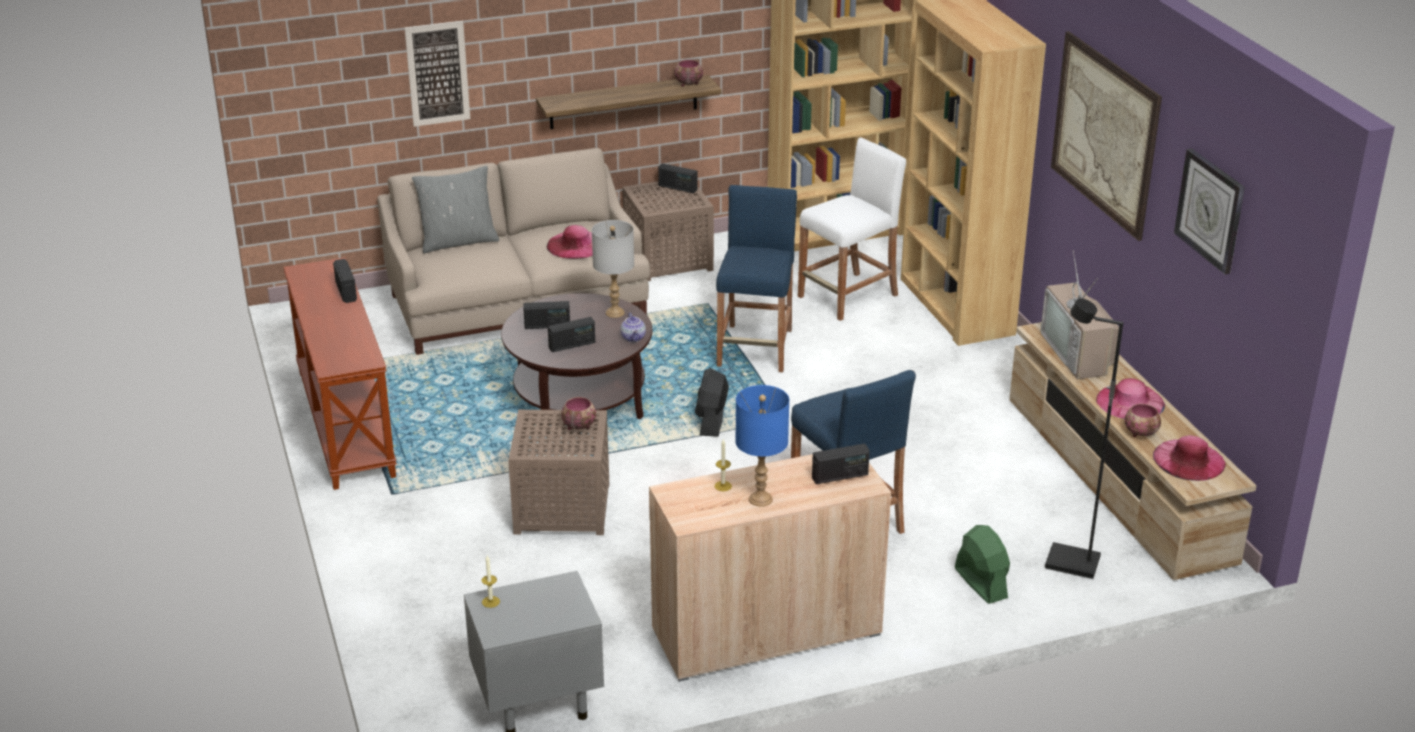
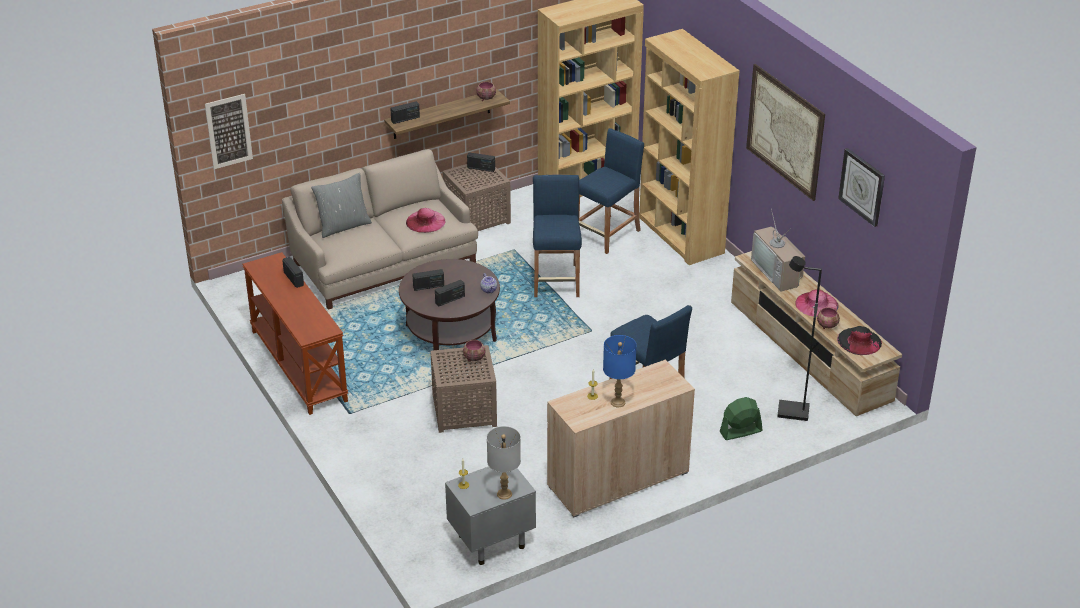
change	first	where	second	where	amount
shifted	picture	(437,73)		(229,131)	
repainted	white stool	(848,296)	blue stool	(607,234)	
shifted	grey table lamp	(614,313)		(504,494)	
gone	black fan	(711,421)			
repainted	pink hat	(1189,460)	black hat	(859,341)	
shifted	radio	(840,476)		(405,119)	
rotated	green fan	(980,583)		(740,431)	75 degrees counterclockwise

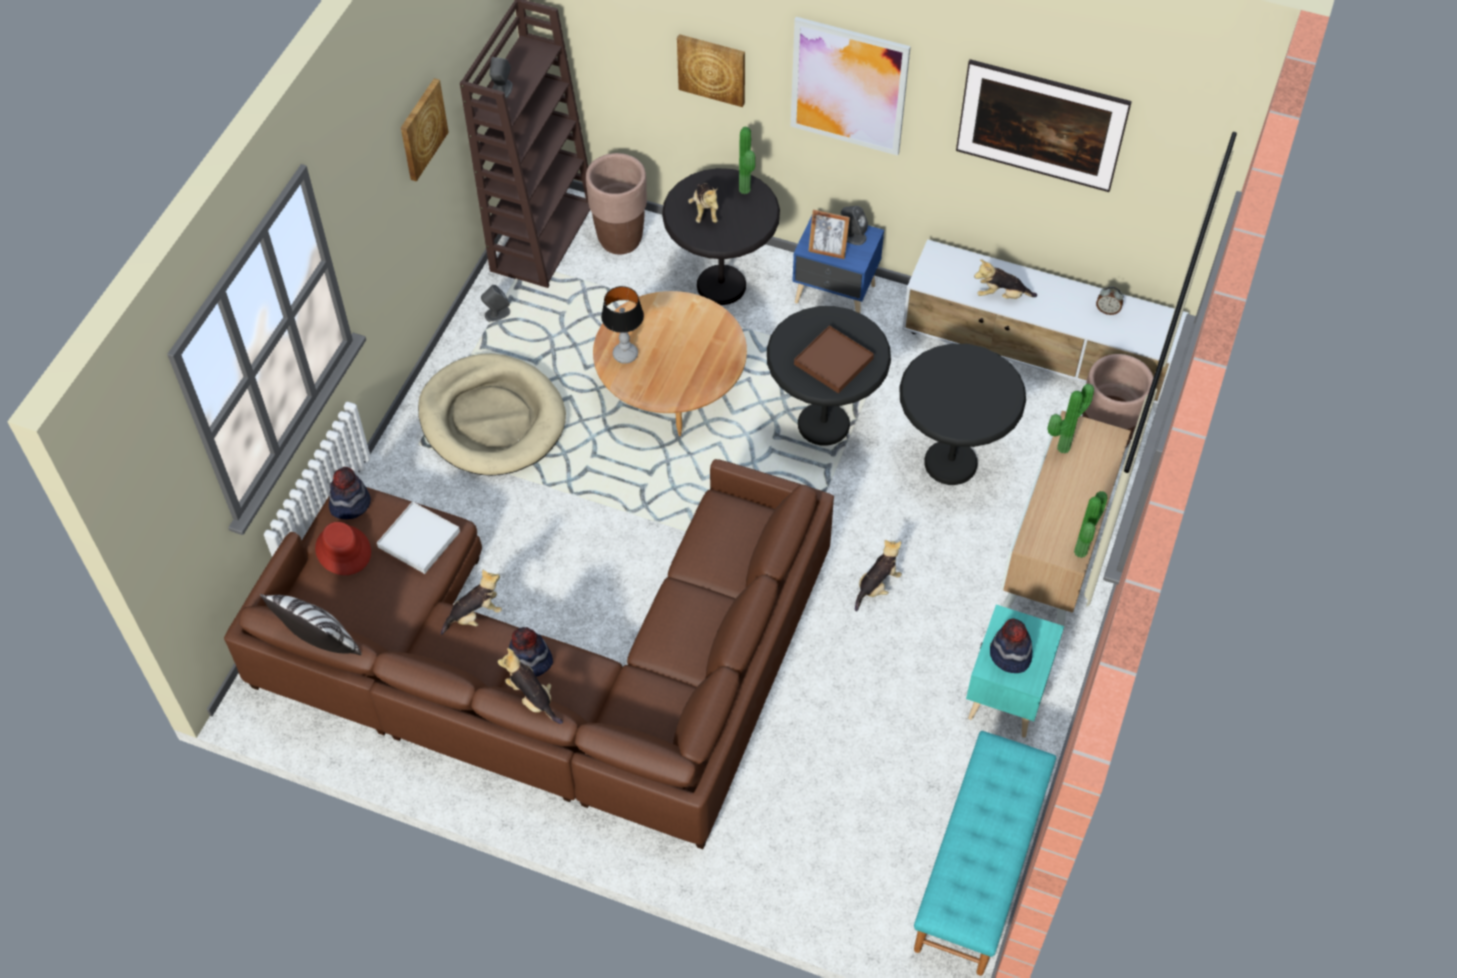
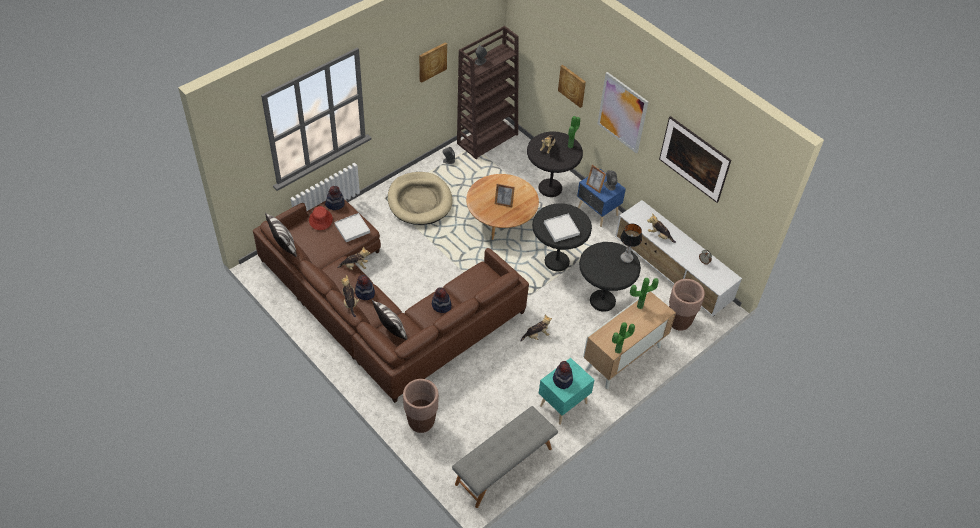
change	first	where	second	where	amount
shifted	brown planter	(620,240)		(421,422)	
shifted	table lamp	(626,355)		(626,258)	
repainted	brown tray	(833,362)	white tray	(561,229)	
repainted	turquoise bench	(979,869)	grey bench	(504,466)	
new			picture frame	(503,203)	
new			hat	(441,306)	
new			pillow	(391,330)	

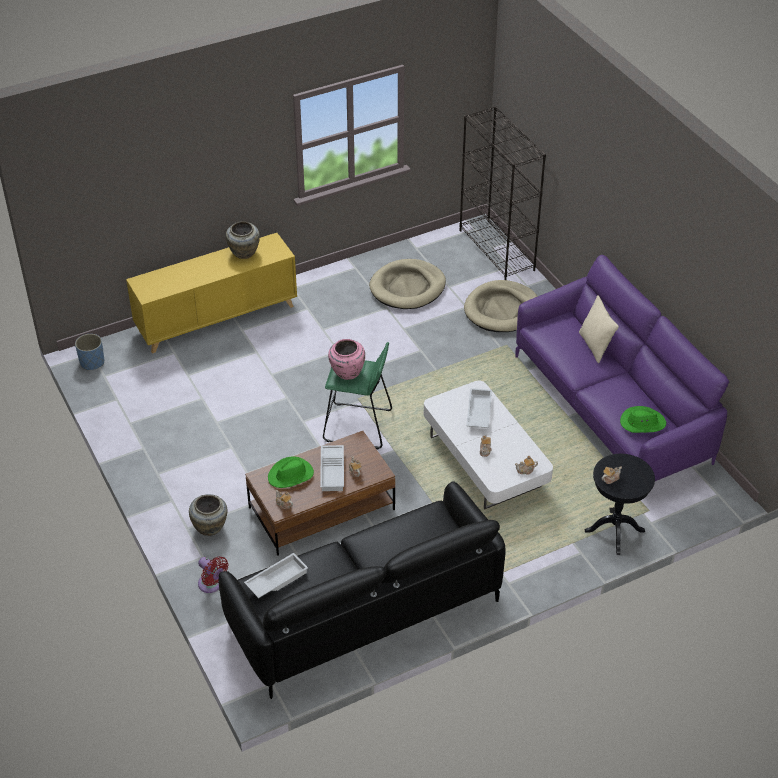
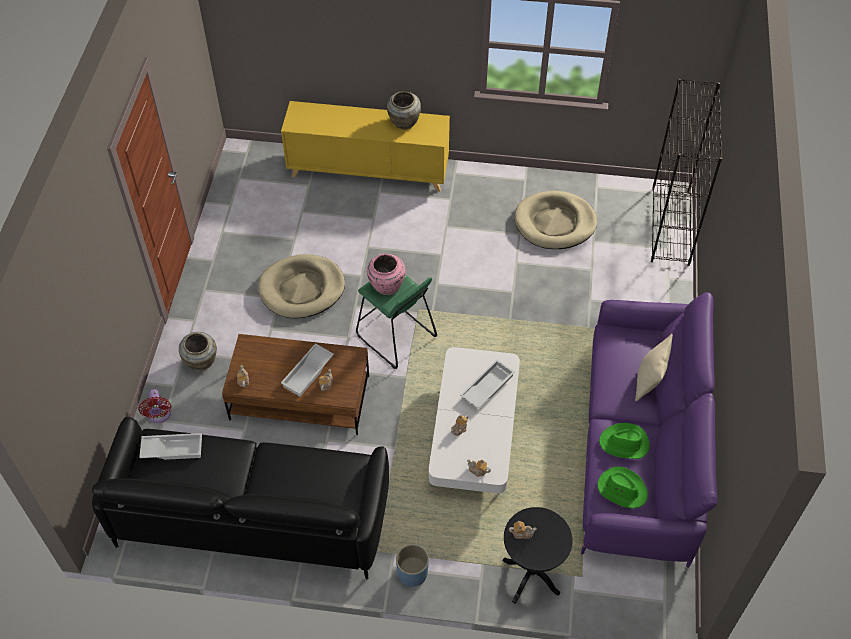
change	first	where	second	where	amount
shifted	beige dog bed	(501,309)		(302,289)	
shifted	blue planter	(92,362)		(412,573)	
shifted	green hat	(291,475)		(624,443)	

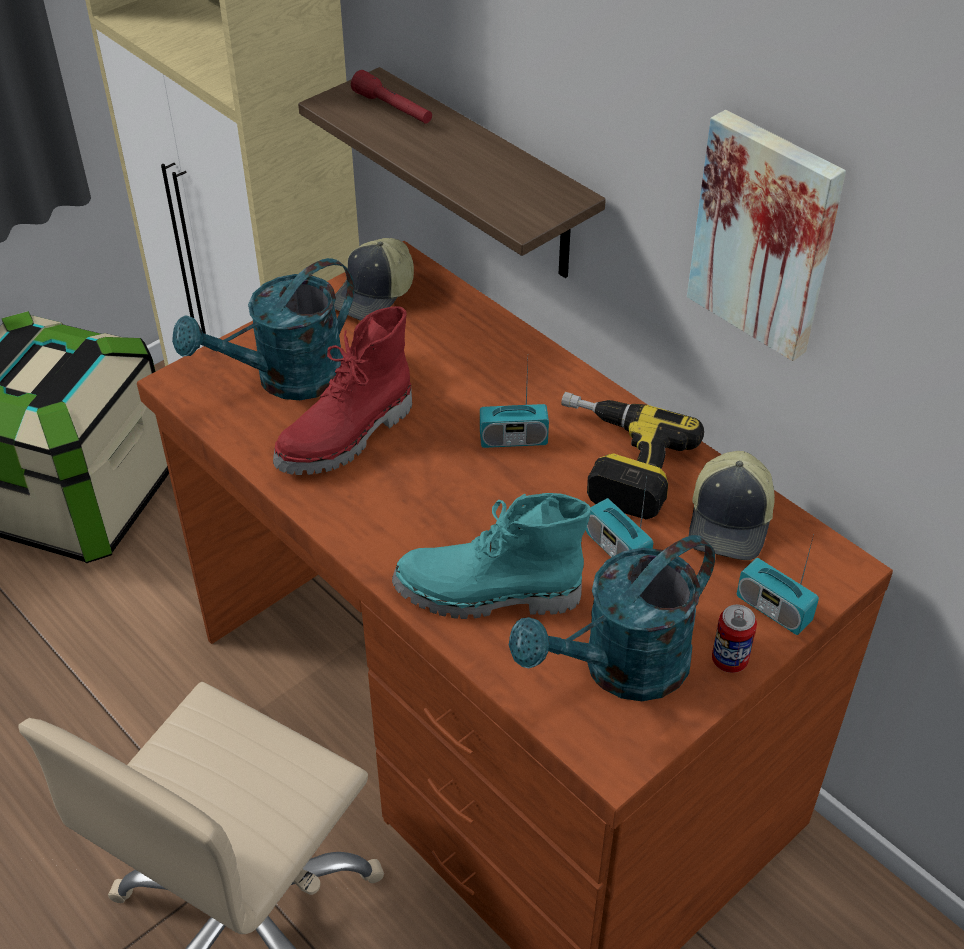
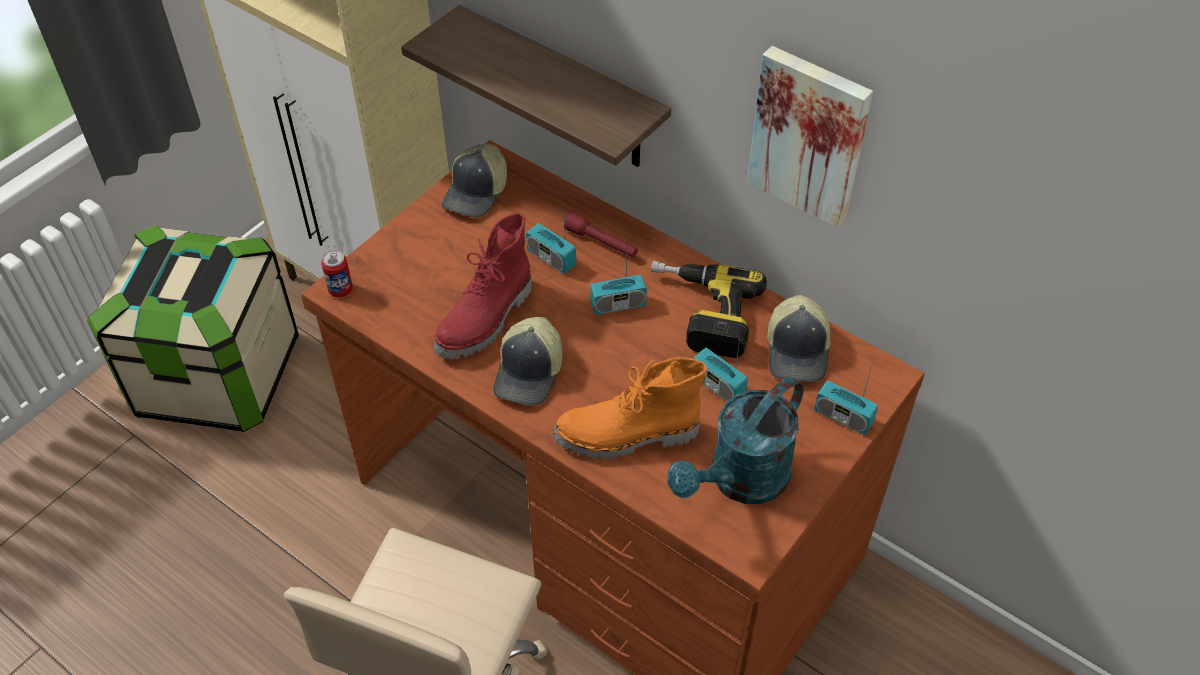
change	first	where	second	where	amount
shifted	red flashlight	(393,109)		(601,243)	
gone	turquoise watering can	(286,380)			
repainted	turquoise boot	(487,596)	orange boot	(627,437)	
shifted	can	(729,660)		(340,290)	
new			radio	(551,258)	
new			cap	(530,372)	

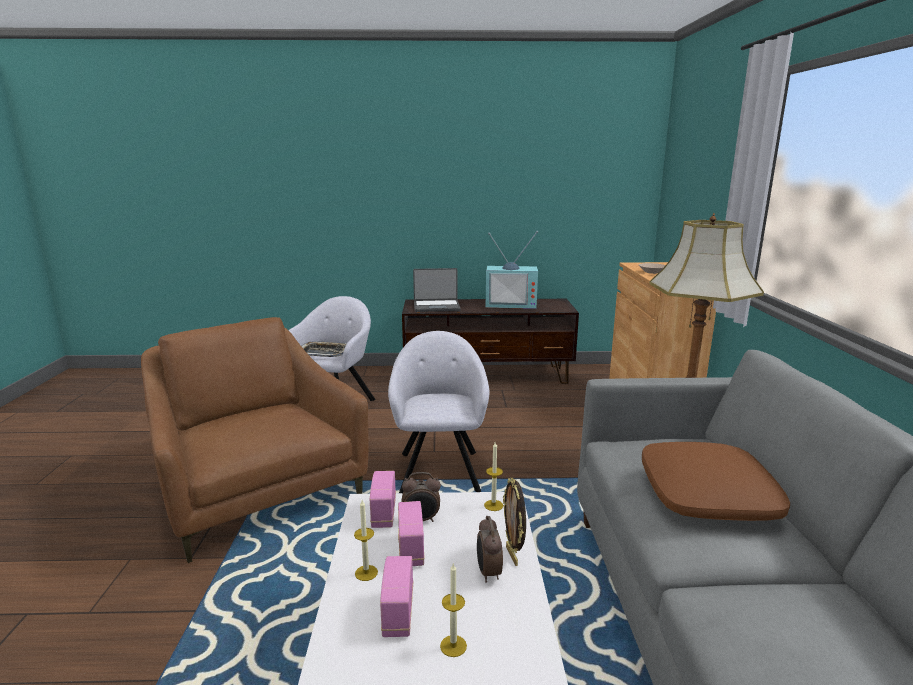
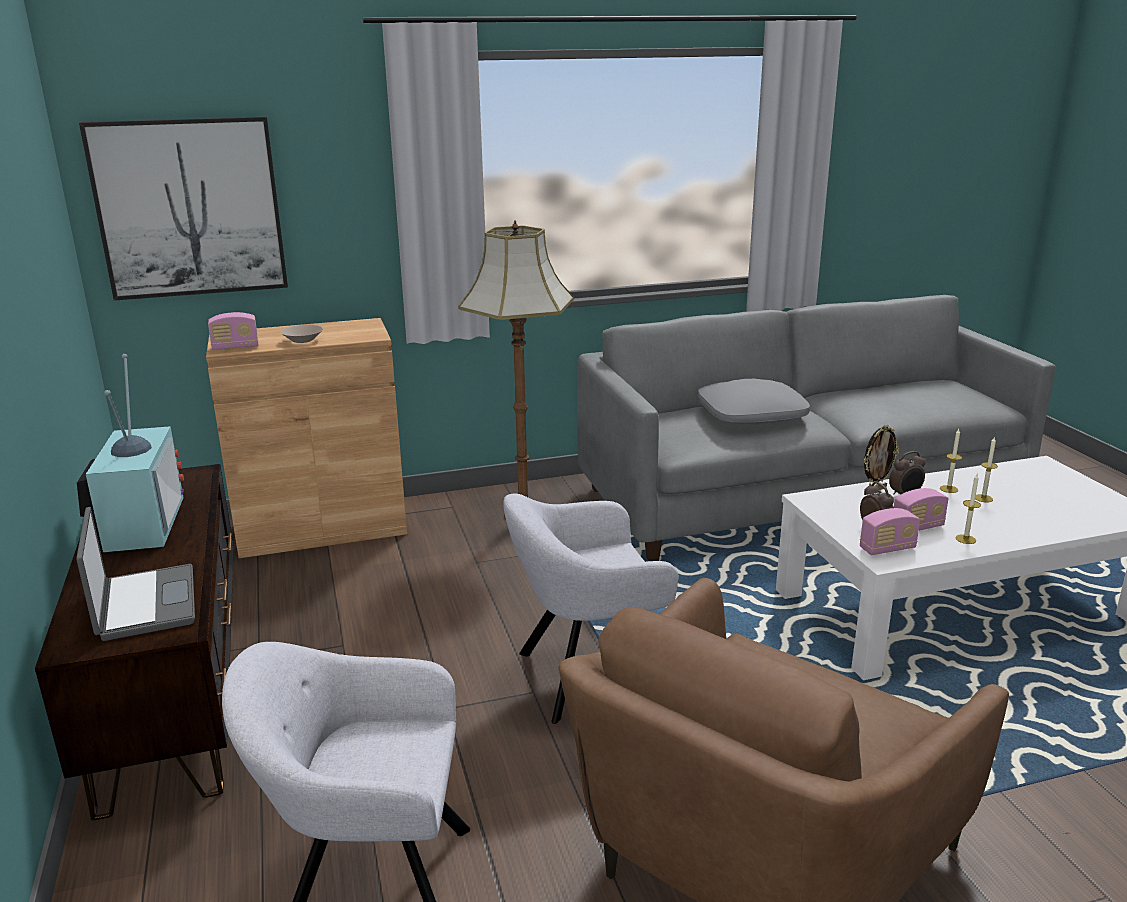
change	first	where	second	where	amount
gone	tray	(323,353)			
shifted	candle	(493,505)		(948,489)	
repainted	brown pillow	(708,495)	grey pillow	(751,415)	
shifted	radio	(398,613)		(235,347)	
new			picture	(189,208)	

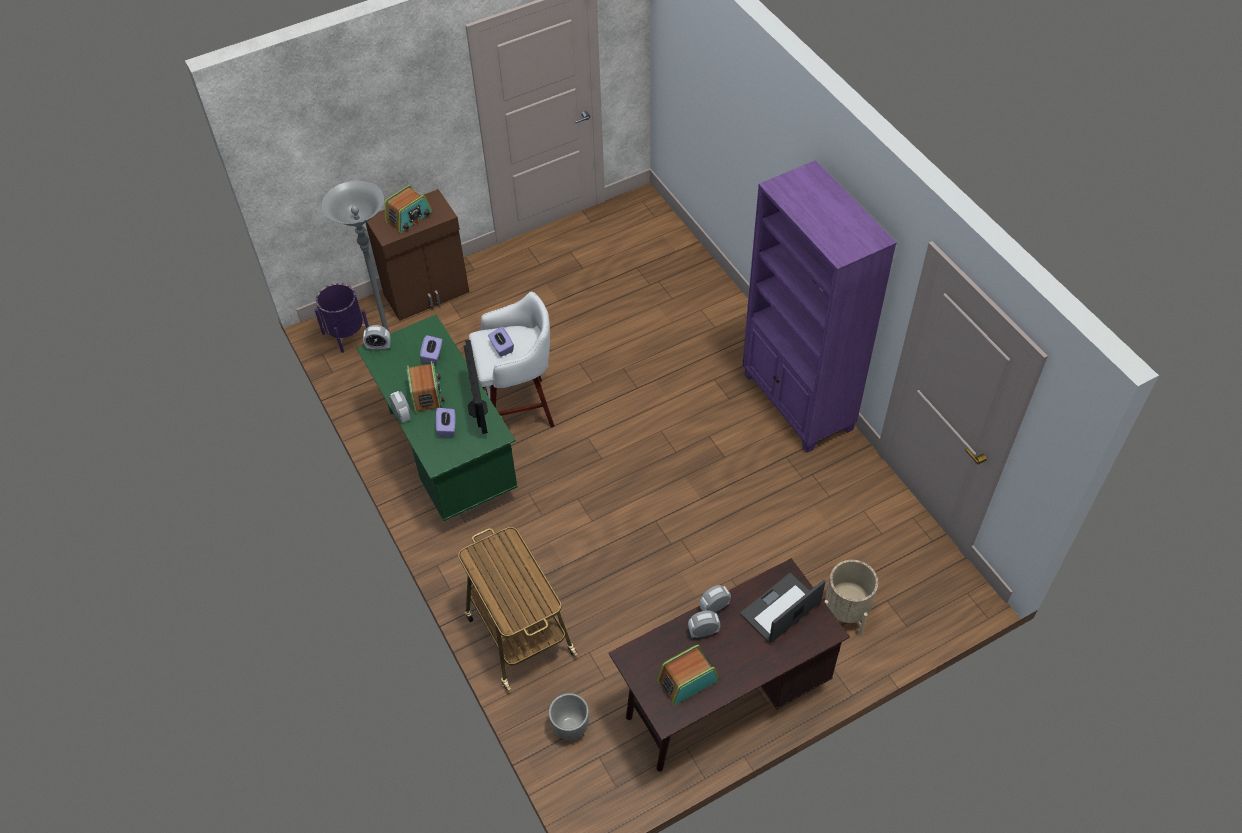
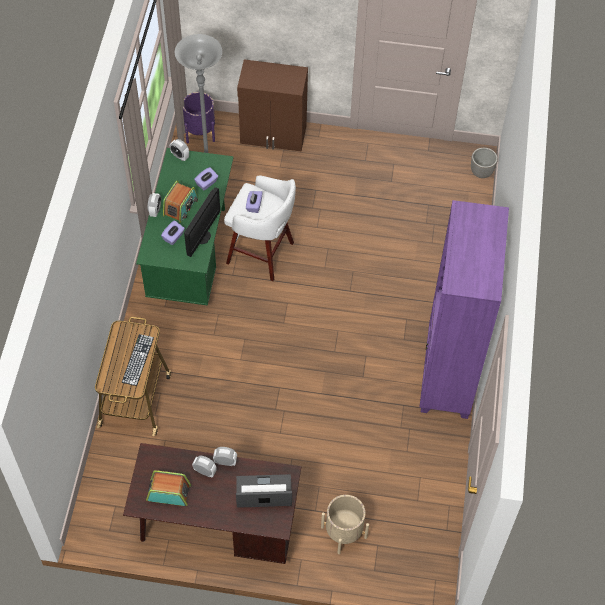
change	first	where	second	where	amount
gone	radio	(409,217)			
shifted	planter	(570,727)		(481,173)	
new			keyboard	(137,360)	

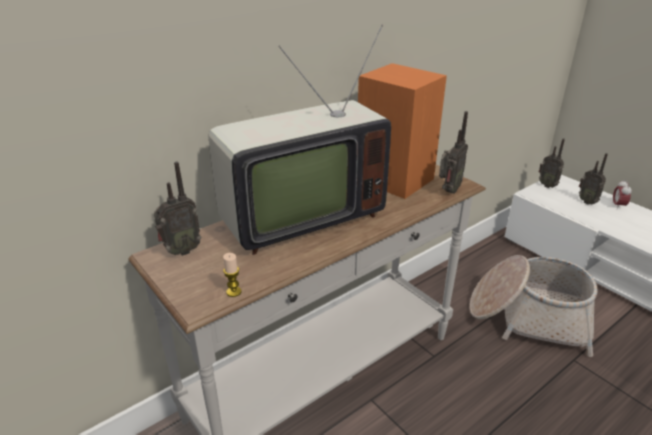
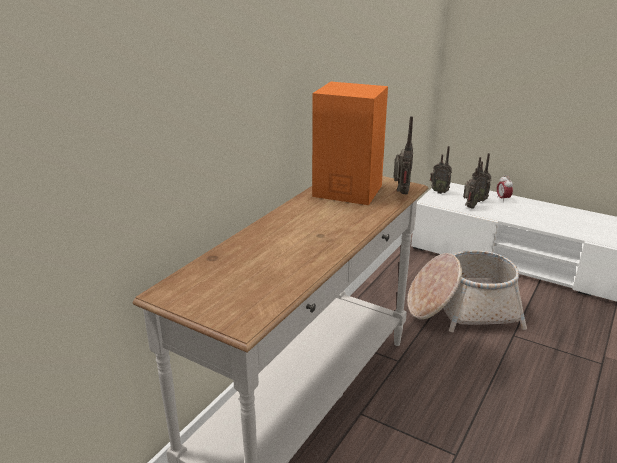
change	first	where	second	where	amount
gone	television	(297,217)			
shifted	radio	(180,251)		(469,207)	
gone	candle	(234,292)			

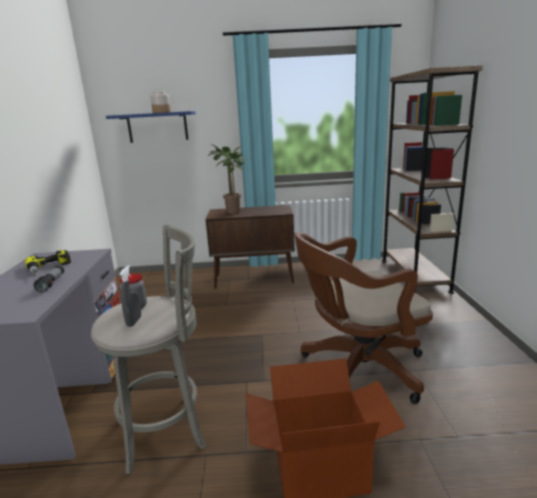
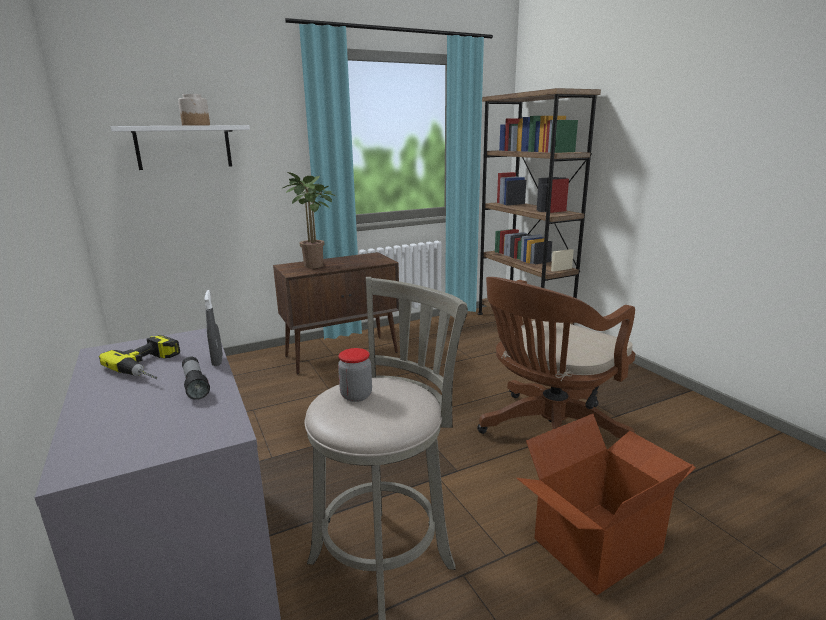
change	first	where	second	where	amount
repainted	blue shelf	(157,127)	white shelf	(184,147)	
shifted	grey spray bottle	(134,322)		(217,361)	

